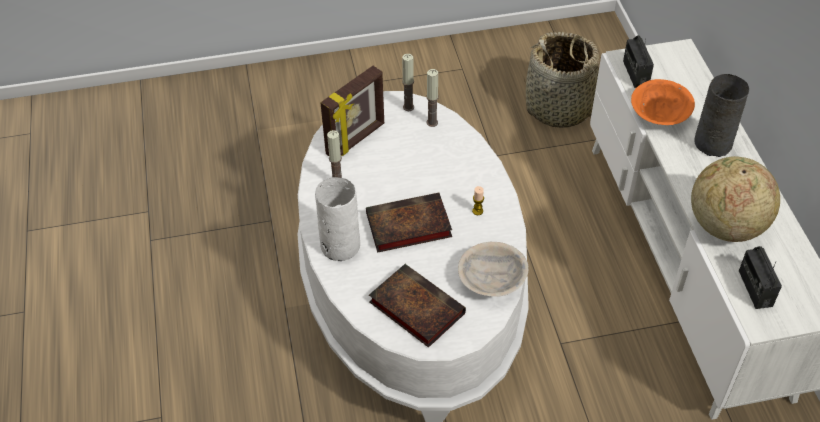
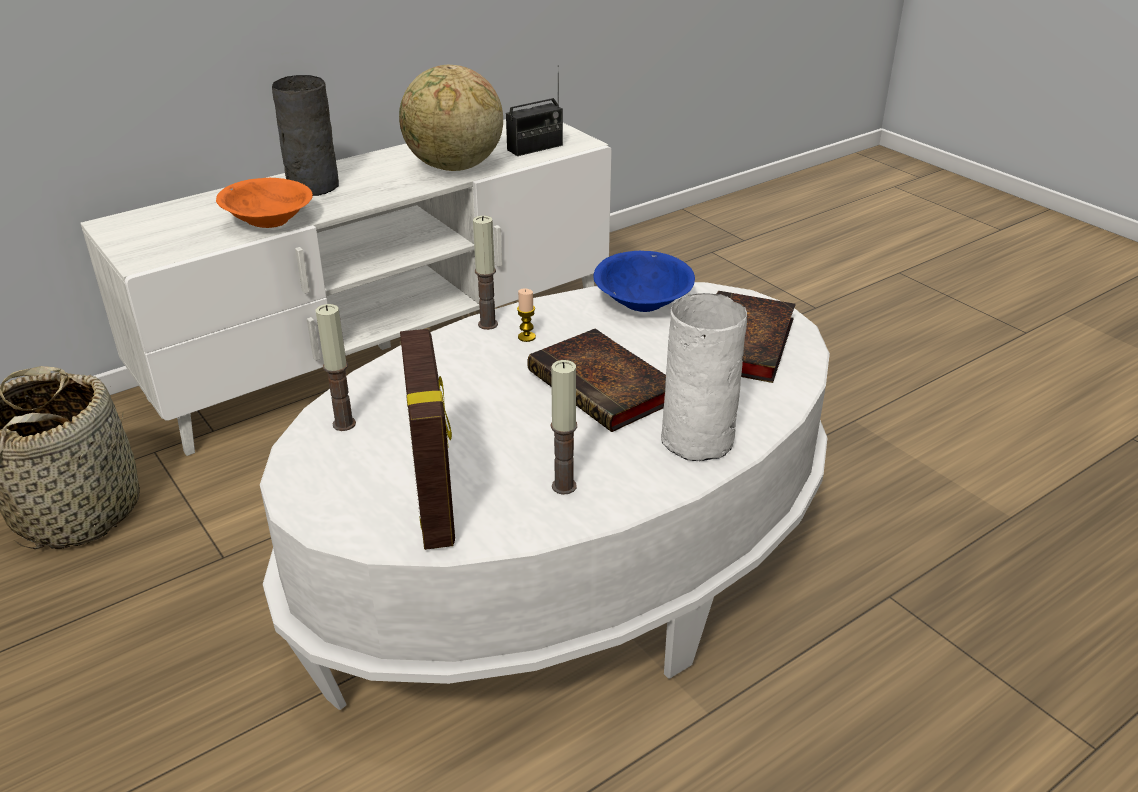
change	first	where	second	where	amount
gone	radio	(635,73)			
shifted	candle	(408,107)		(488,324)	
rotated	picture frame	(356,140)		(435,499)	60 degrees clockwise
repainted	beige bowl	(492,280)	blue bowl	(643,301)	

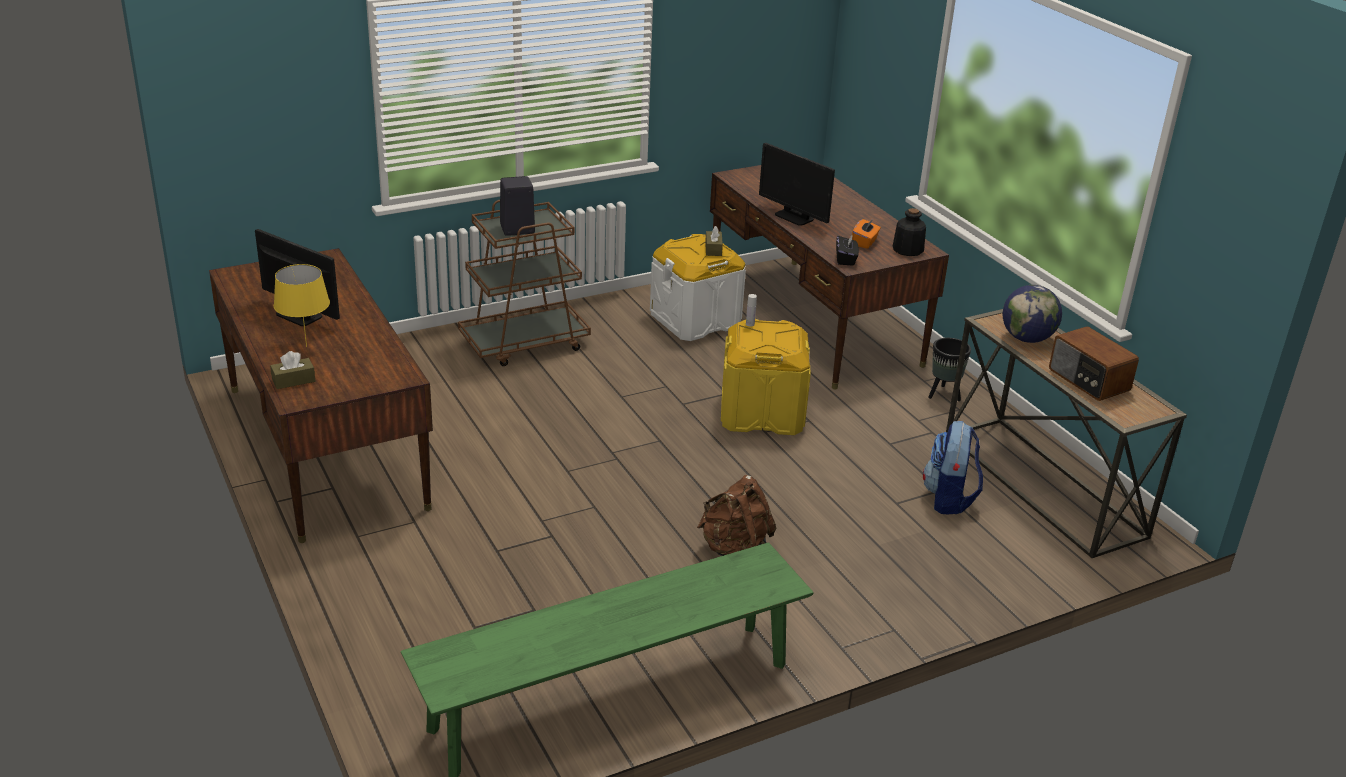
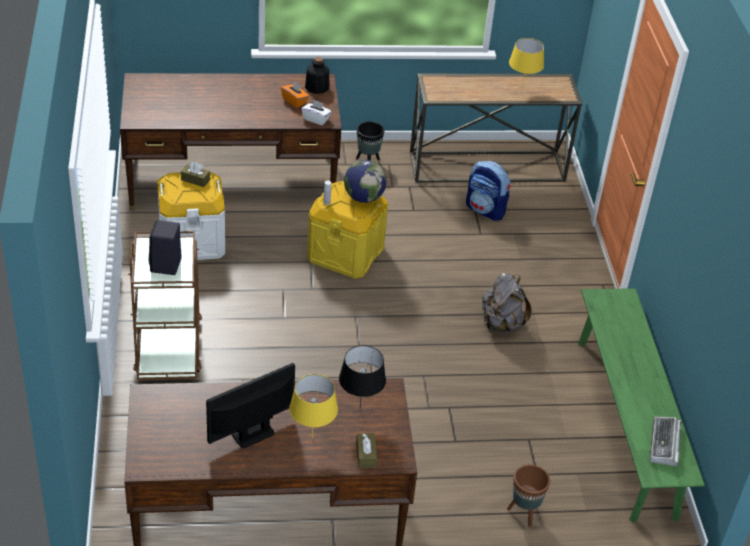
change	first	where	second	where	amount
gone	monitor	(794,217)			
repainted	black tissue box	(845,259)	white tissue box	(316,119)	
shifted	globe	(1027,338)		(363,198)	
swapped	radio	(1088,380)	yellow table lamp	(522,90)	
repainted	brown backpack	(734,550)	grey backpack	(501,323)	
new			black table lamp	(359,408)	
new			keyboard	(664,444)	
new			brown planter	(524,513)	

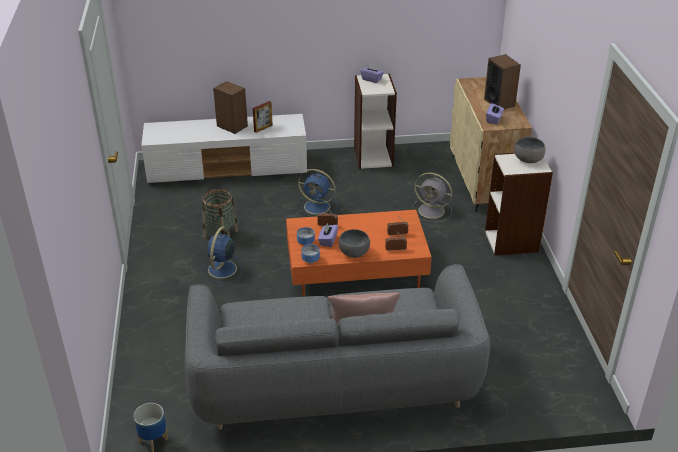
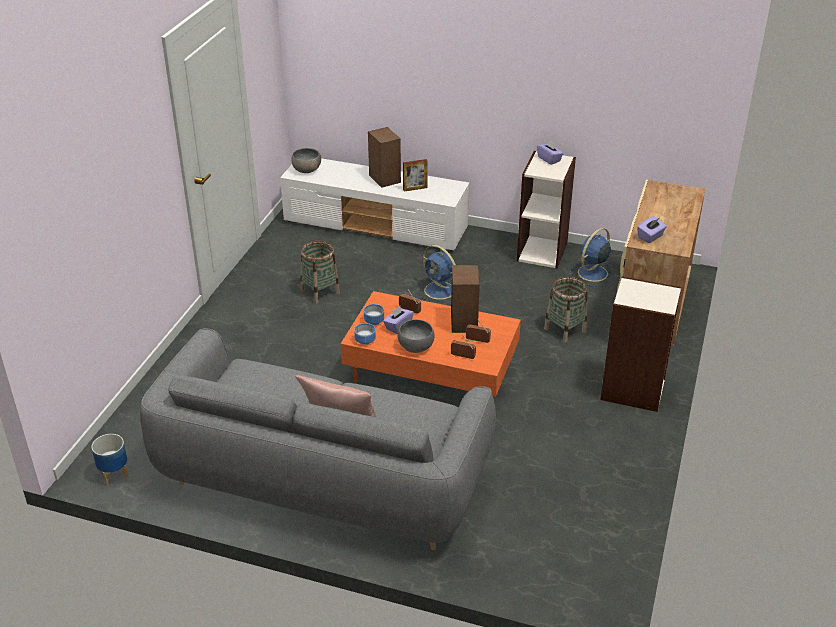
change	first	where	second	where	amount
shifted	speaker	(499,102)		(464,322)	
shifted	grey bowl	(528,159)		(307,170)	
swapped	grey fan	(432,211)	basket	(565,330)	
shifted	blue fan	(222,270)		(592,274)	

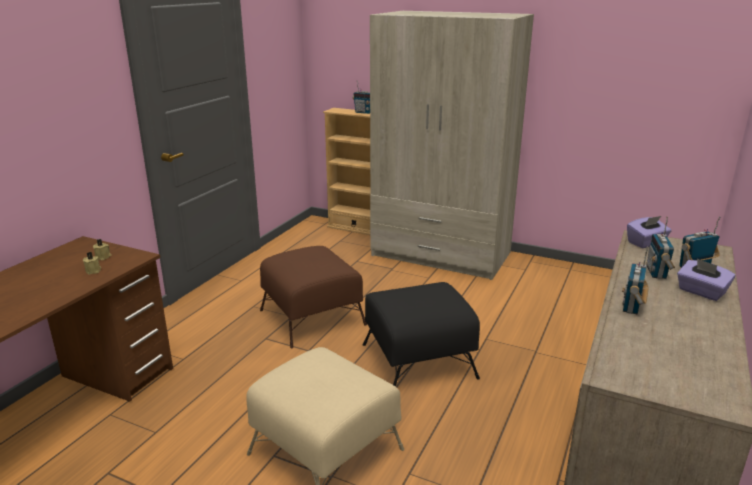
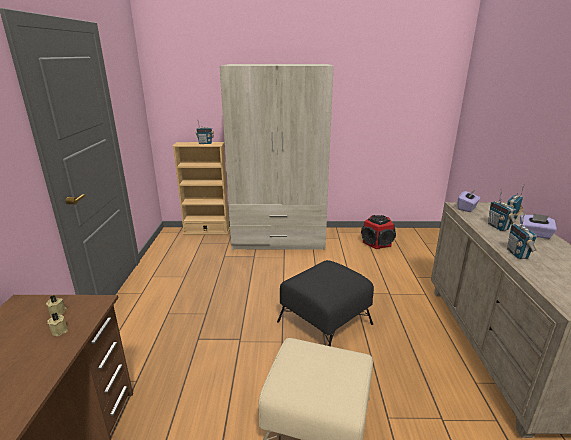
change	first	where	second	where	amount
gone	brown ottoman	(312,318)			
new			speaker	(377,243)	

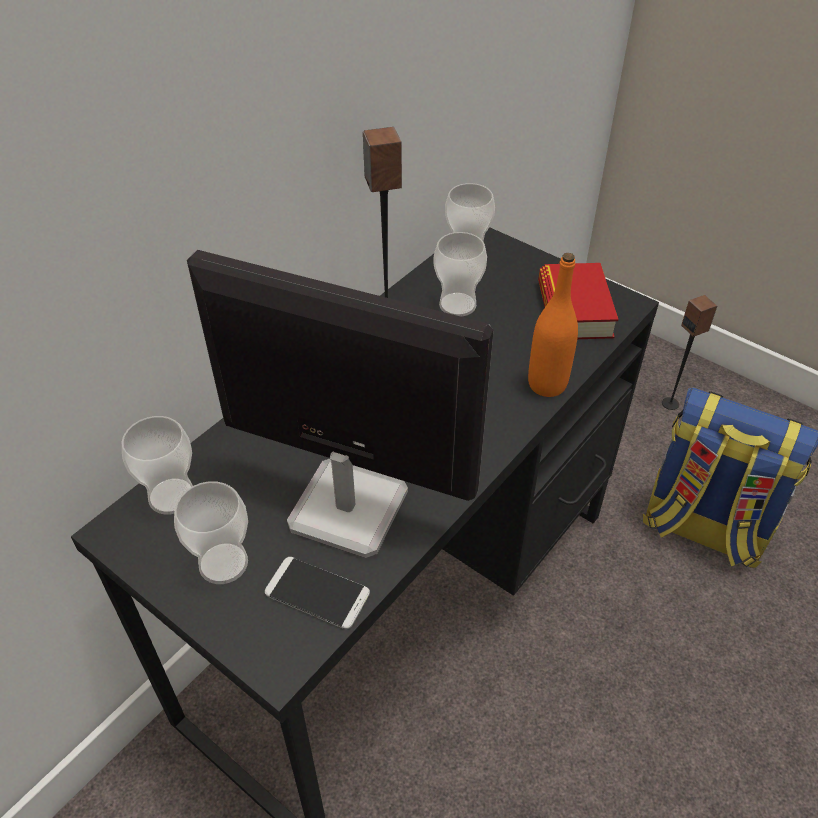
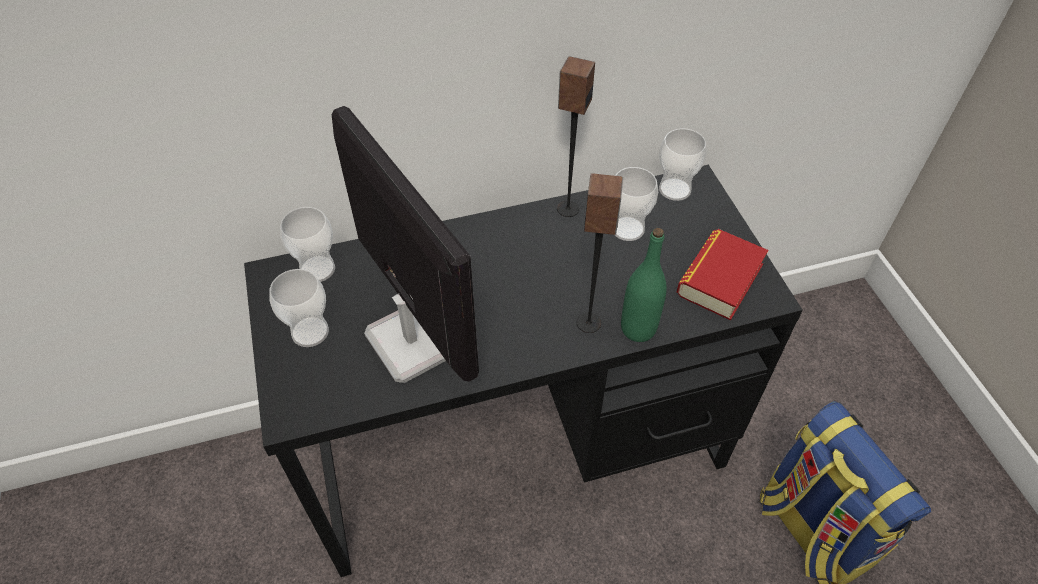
change	first	where	second	where	amount
repainted	orange bottle	(547,384)	green bottle	(638,329)	
shifted	speaker	(670,403)		(589,323)	
gone	phone	(317,593)			

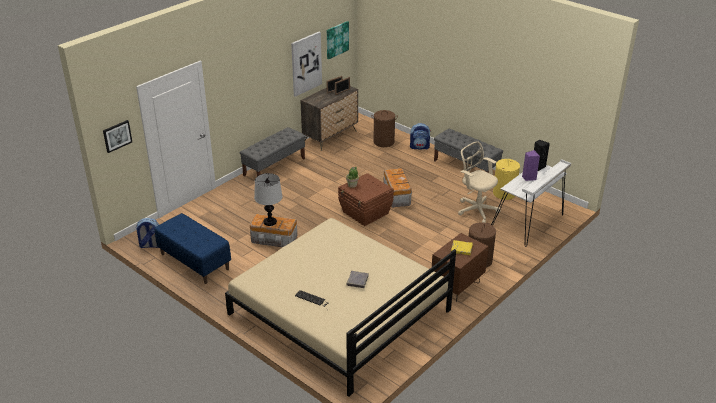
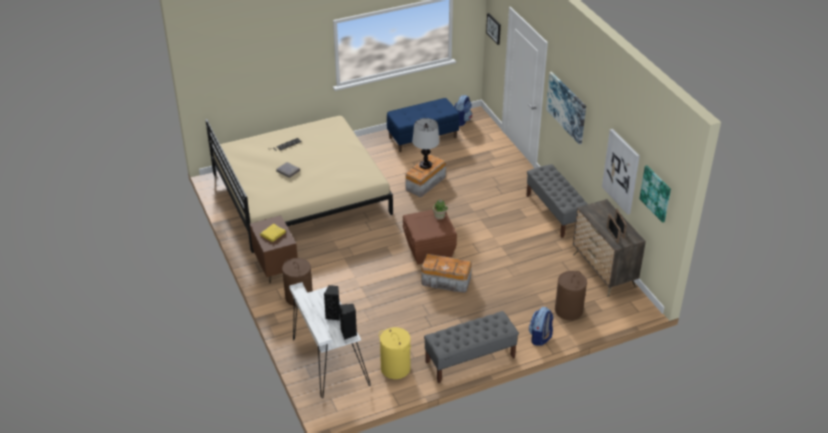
change	first	where	second	where	amount
gone	beige office chair	(476,209)			
repainted	purple speaker	(528,177)	black speaker	(334,315)	
new			picture	(566,107)	

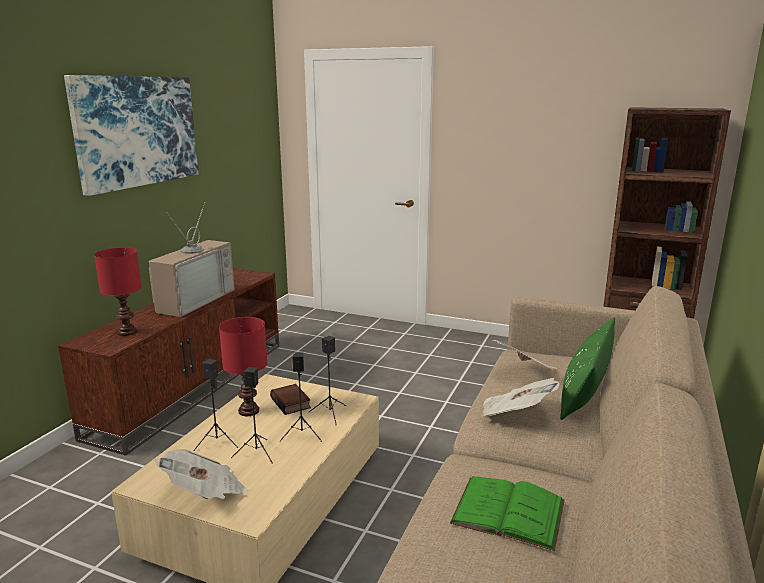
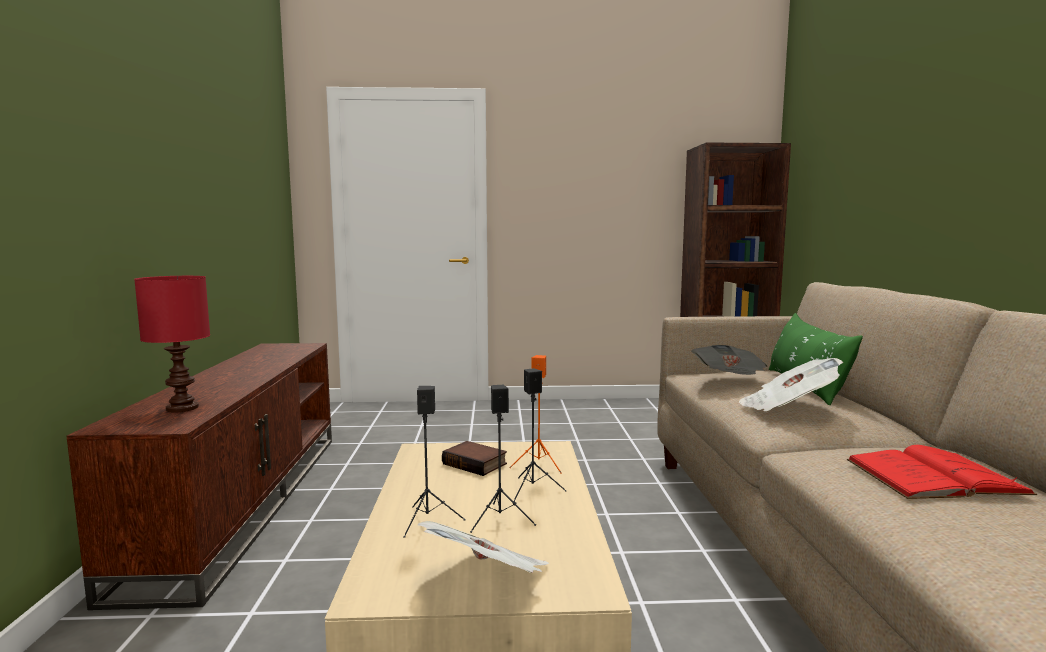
change	first	where	second	where	amount
gone	picture	(137,131)			
gone	television	(192,300)			
gone	red table lamp	(249,411)			
repainted	black speaker	(330,414)	orange speaker	(539,465)	
repainted	green book	(508,511)	red book	(934,476)	

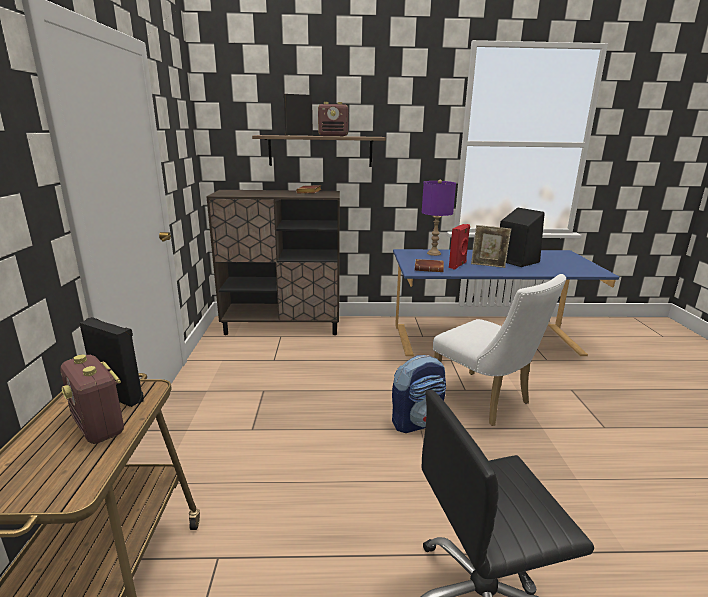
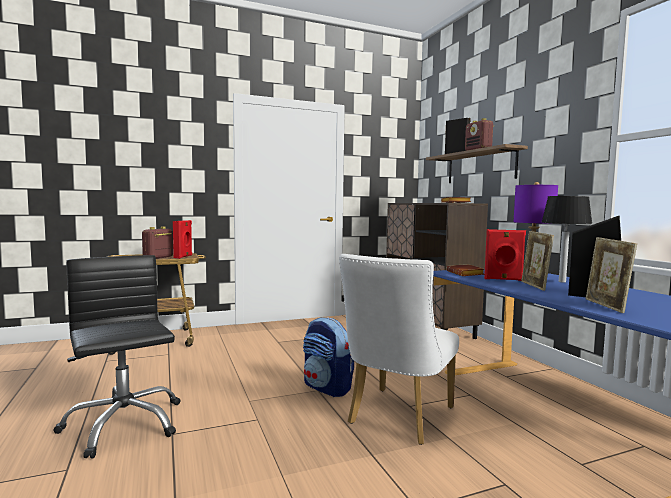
change	first	where	second	where	amount
repainted	black speaker	(120,395)	red speaker	(183,257)	
new			table lamp	(562,281)	
new			picture frame	(606,306)	

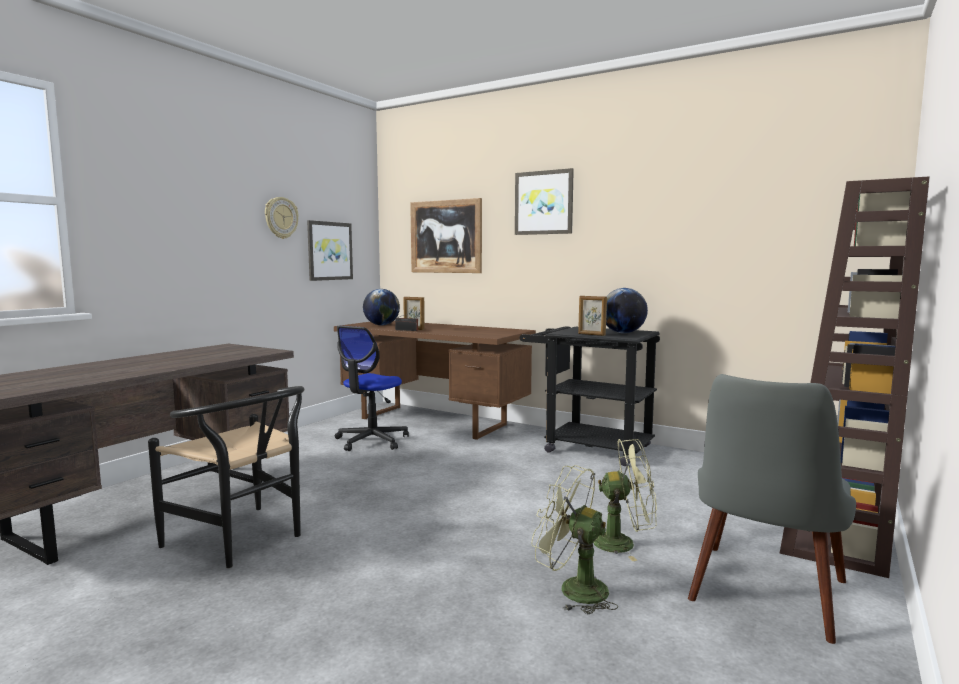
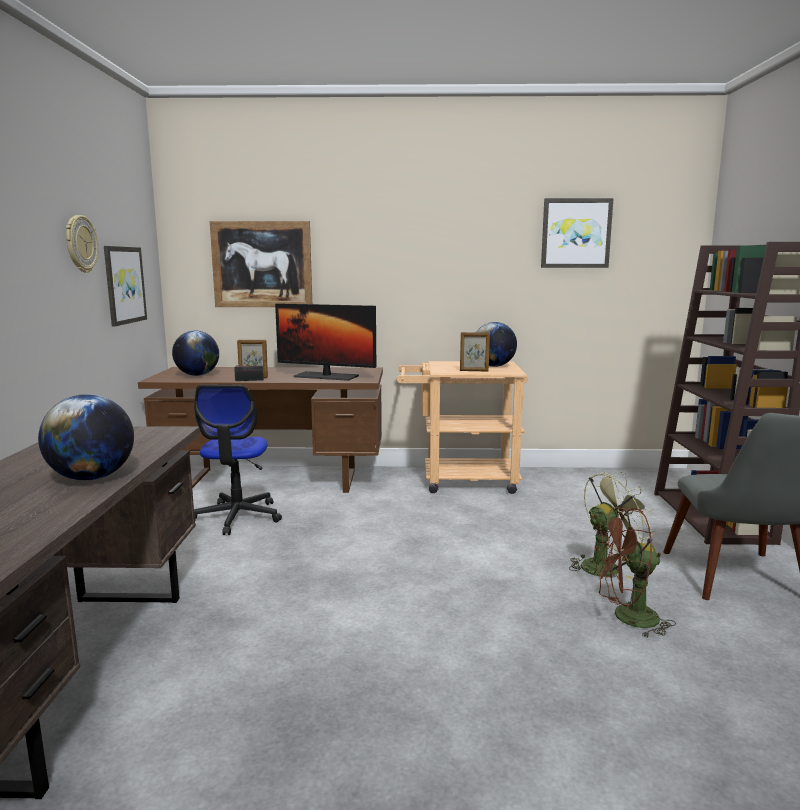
change	first	where	second	where	amount
shifted	picture	(544,202)		(576,233)	
repainted	black cart	(588,447)	beige cart	(459,481)	
gone	black chair	(243,540)			
repainted	green fan	(573,589)	brown fan	(626,618)	
new			monitor	(326,376)	
new			globe	(92,478)	

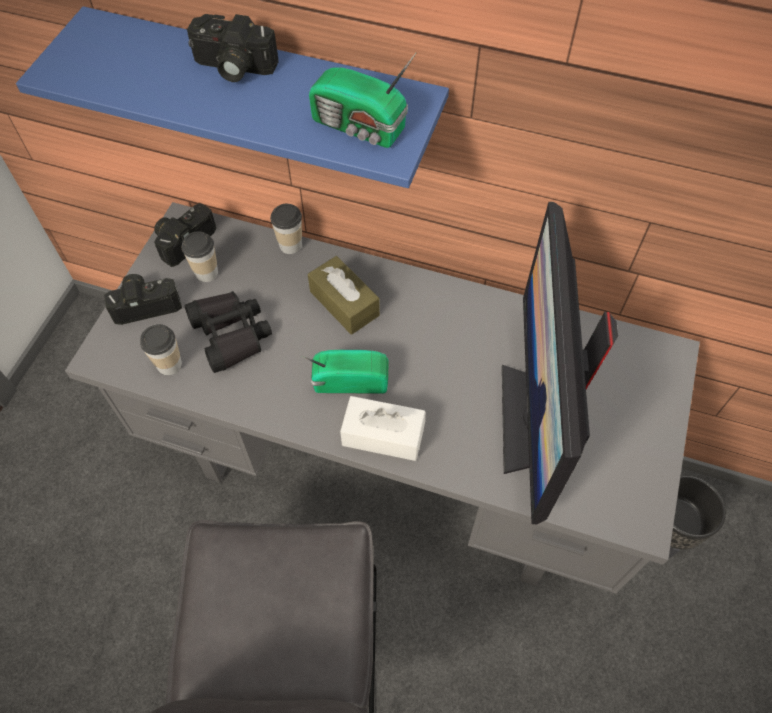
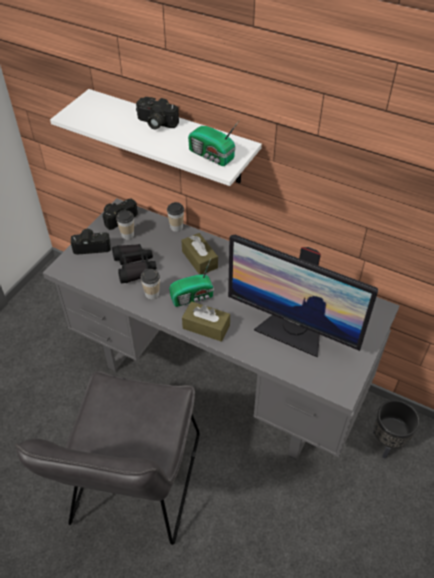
change	first	where	second	where	amount
repainted	blue shelf	(265,89)	white shelf	(172,137)	
rotated	monitor	(533,419)		(292,331)	75 degrees counterclockwise
shifted	cup	(169,364)		(152,294)	
rotated	radio	(348,380)		(193,297)	150 degrees clockwise
repainted	white tissue box	(383,435)	brown tissue box	(206,327)	

